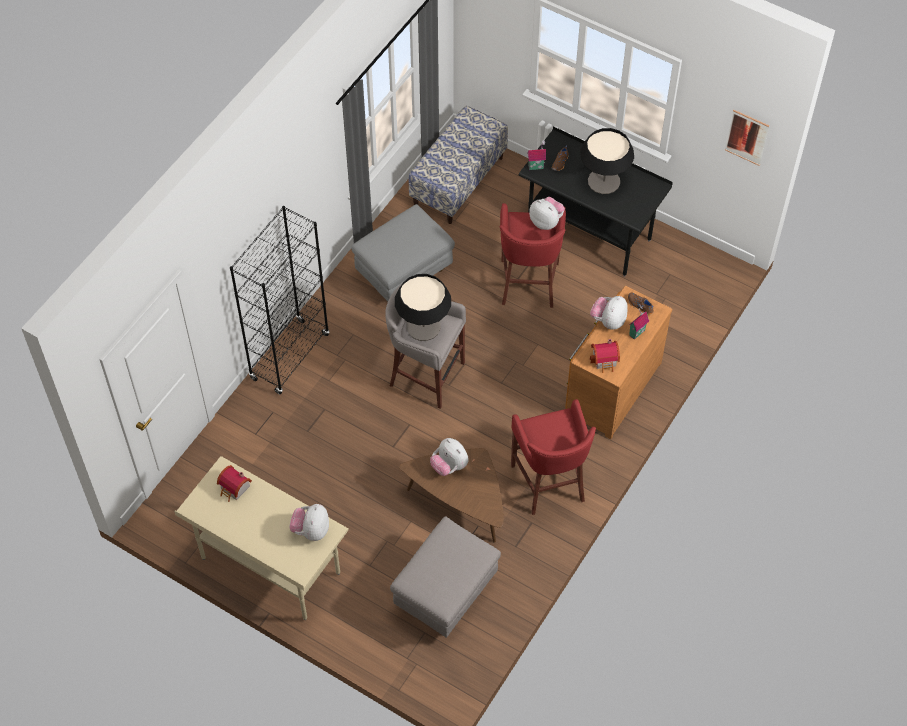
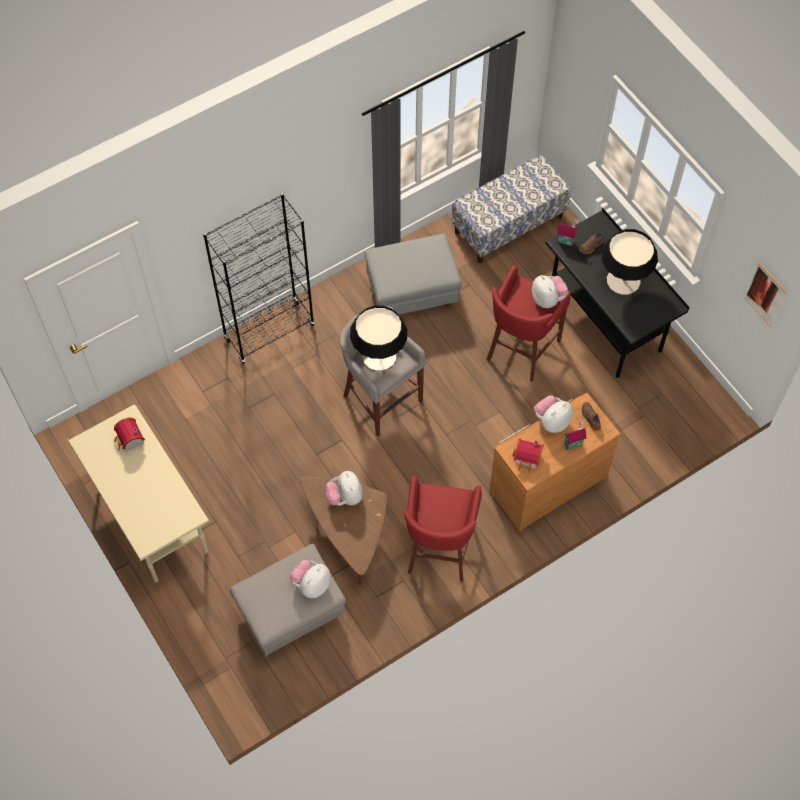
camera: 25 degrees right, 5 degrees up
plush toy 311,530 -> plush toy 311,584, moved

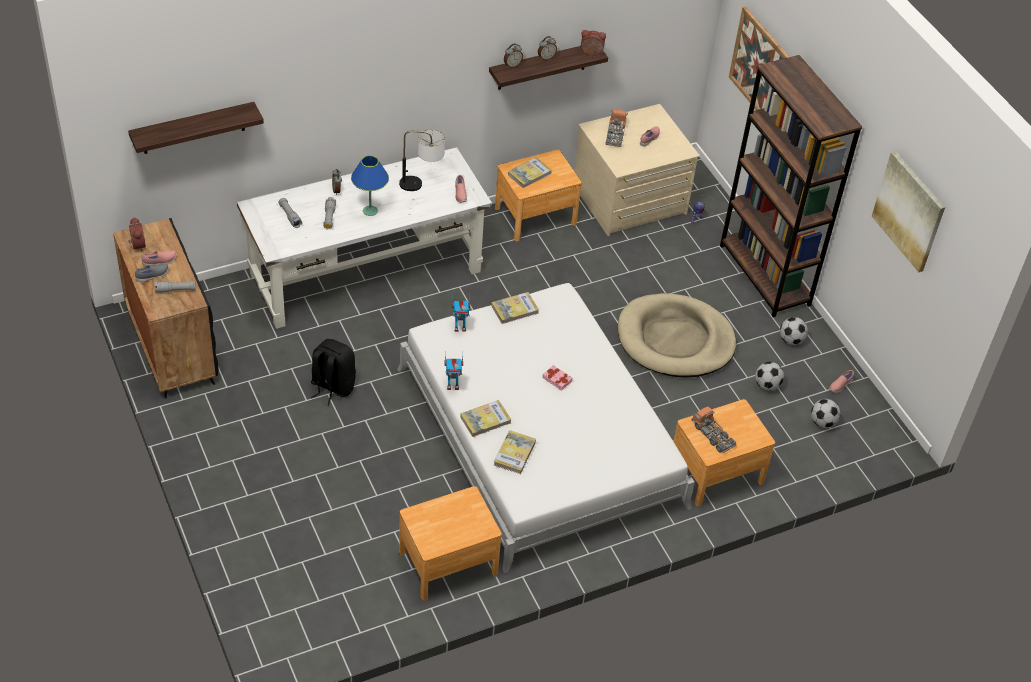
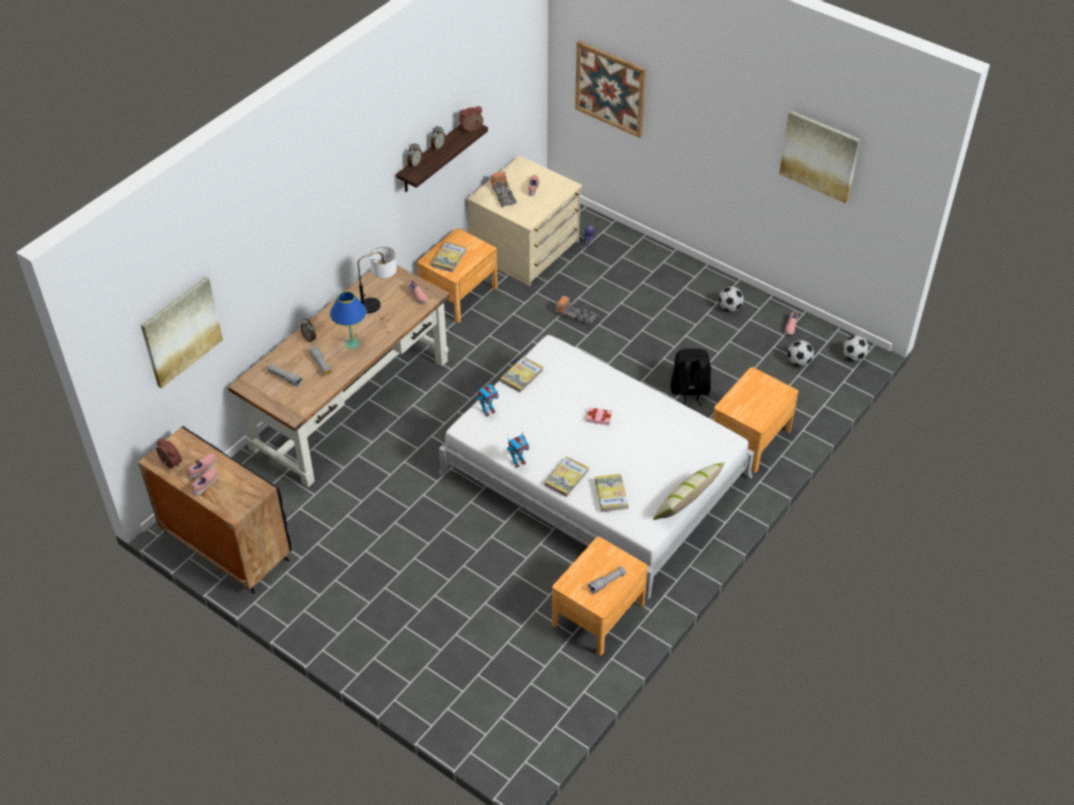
camera: 25 degrees left, 0 degrees up
brown bookcase 765,275 -> none
shelf 193,128 -> picture 181,331
white desk 366,272 -> brown desk 351,403
grey shoe 152,276 -> pink shoe 206,484
grey flashlight 175,290 -> grey flashlight 607,582, moved
beige dog bed 675,340 -> none
black backpack 332,387 -> black backpack 689,391, moved
football 767,385 -> football 853,357, moved
toy truck 712,435 -> toy truck 575,316, moved
none -> pillow 687,501

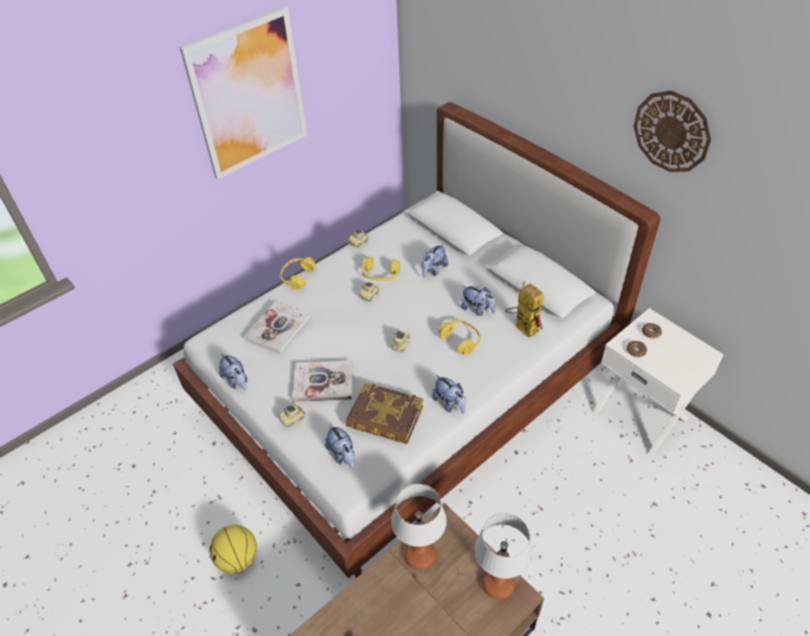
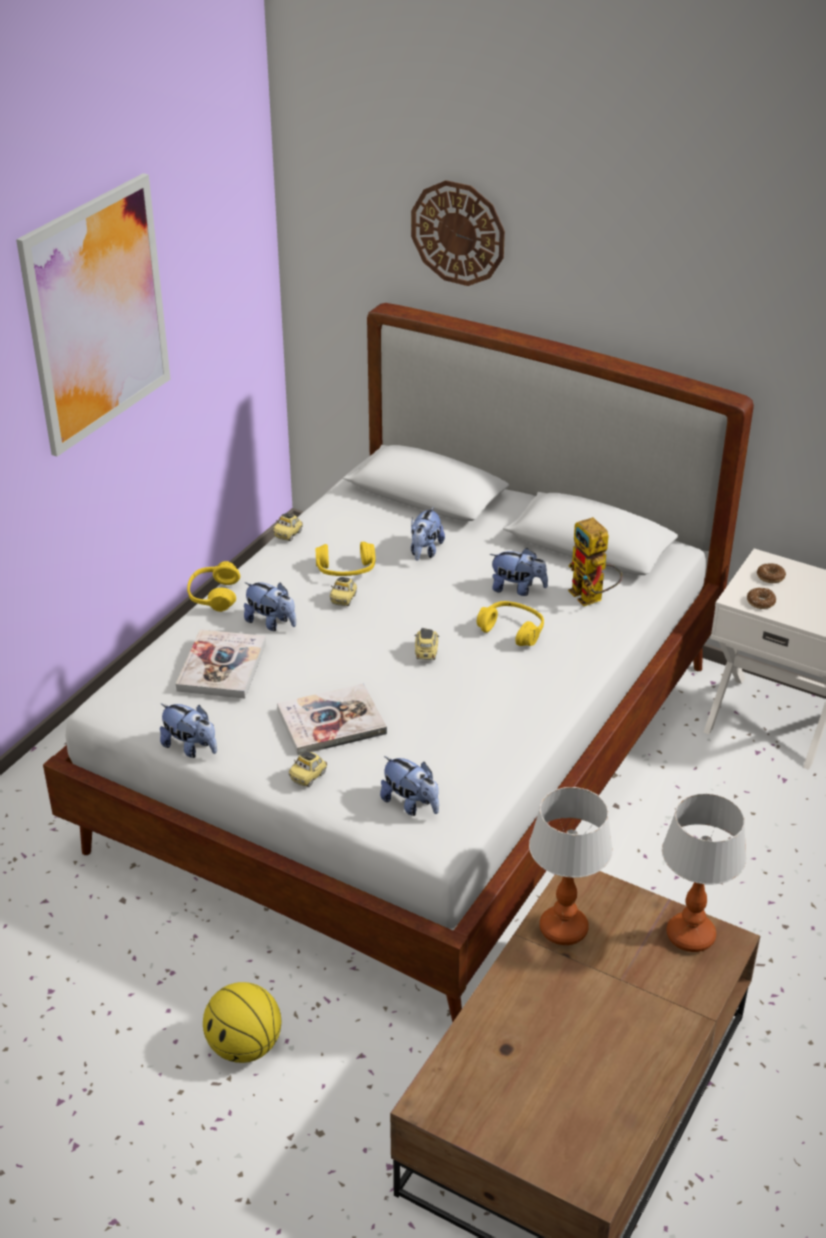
camera: 20 degrees left, 10 degrees down
wall clock 671,131 -> wall clock 458,233, moved
toy robot 521,327 -> toy robot 592,598, 150 degrees counterclockwise
plush toy 450,404 -> plush toy 271,623, moved
book 385,418 -> none

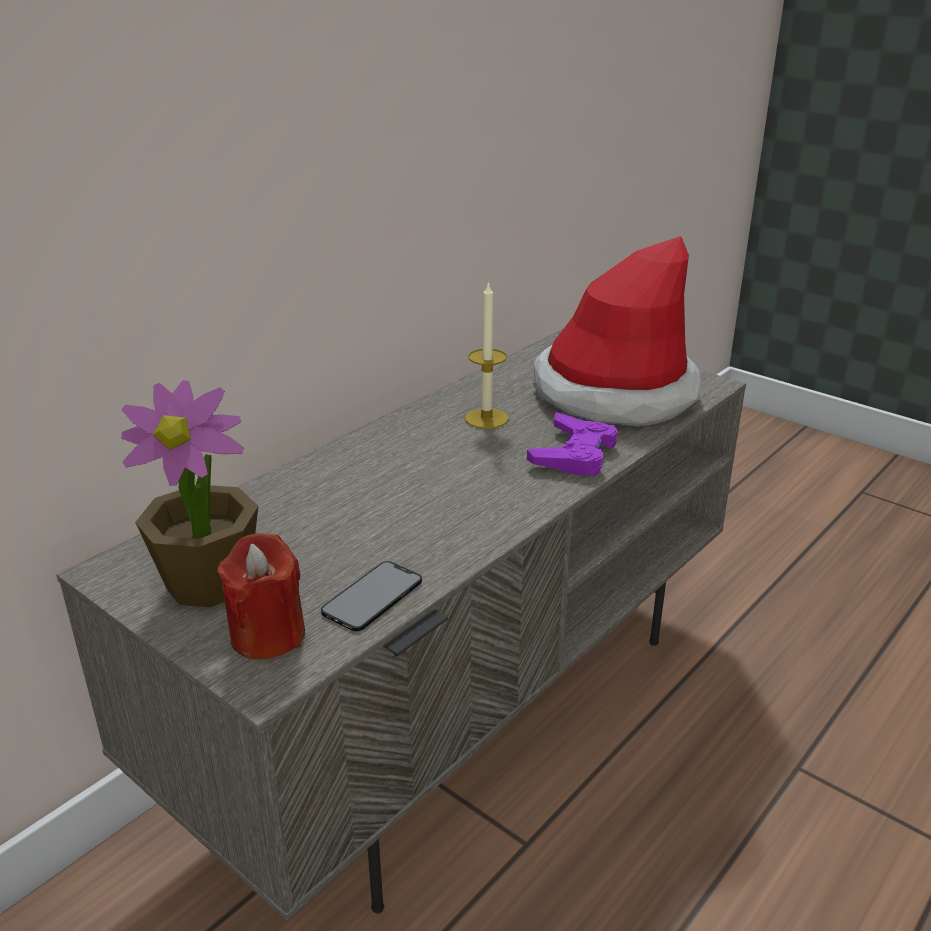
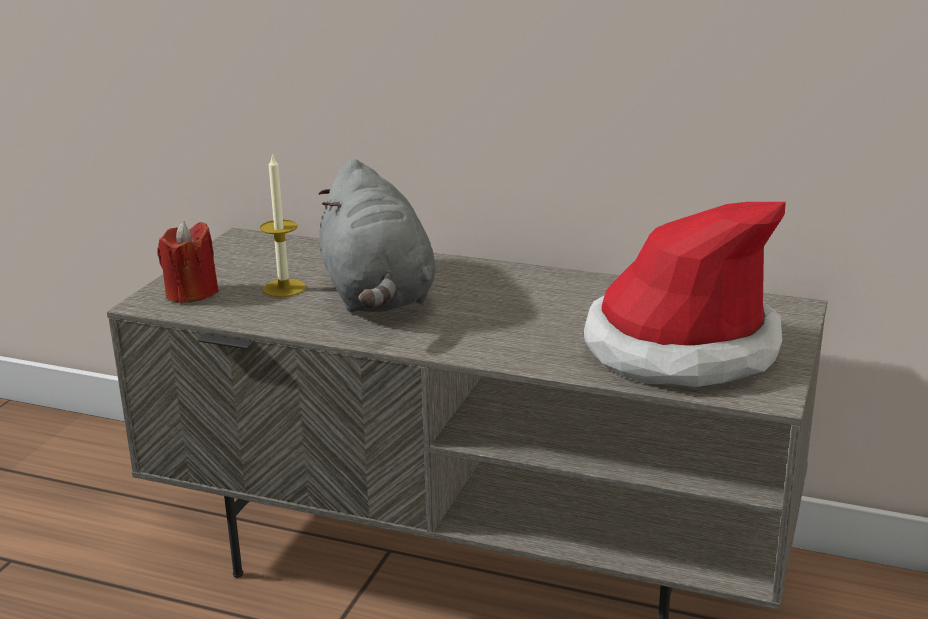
camera: 70 degrees right, 5 degrees down
candle 486,418 -> candle 284,288, moved
potted plant 209,582 -> none
purple game controller 574,453 -> none
phone 372,596 -> none
none -> grey plush toy 377,295

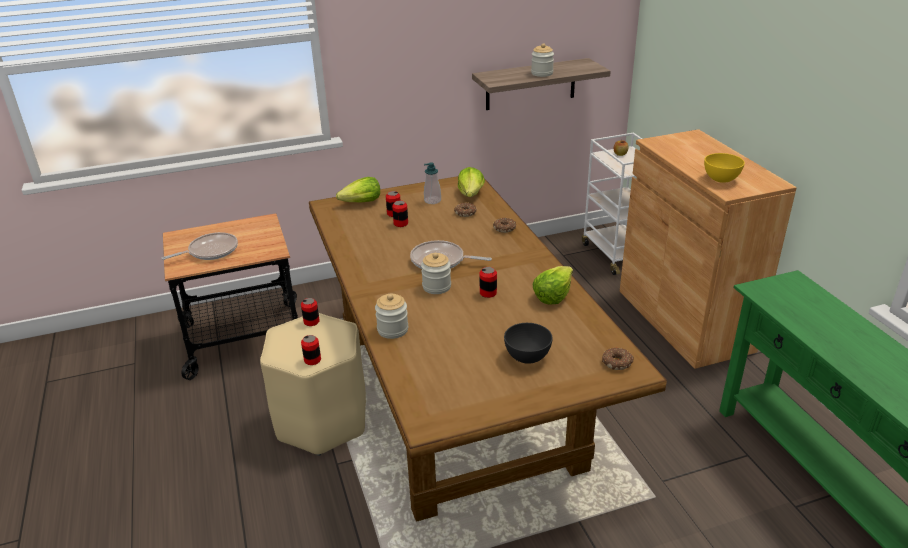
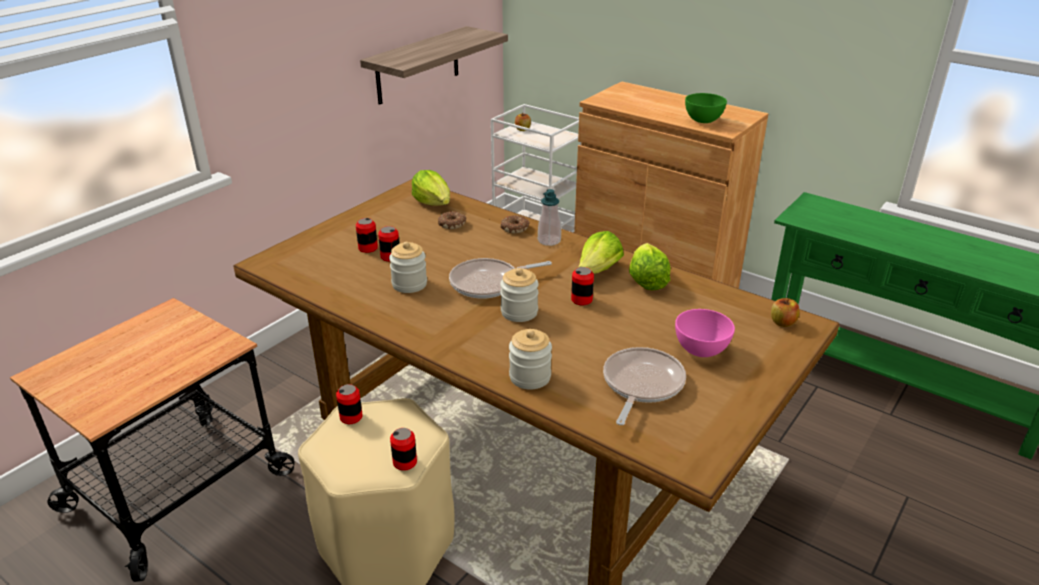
camera: 35 degrees left, 0 degrees up
jar 542,73 -> jar 409,284, moved
yellow bowl 721,179 -> green bowl 703,120
soap dispenser 432,200 -> soap dispenser 549,240, moved
lettuce 361,202 -> lettuce 598,270, moved
frying pan 210,251 -> frying pan 641,385, moved
grey bowl 527,356 -> pink bowl 701,349
donut 617,362 -> apple 782,322

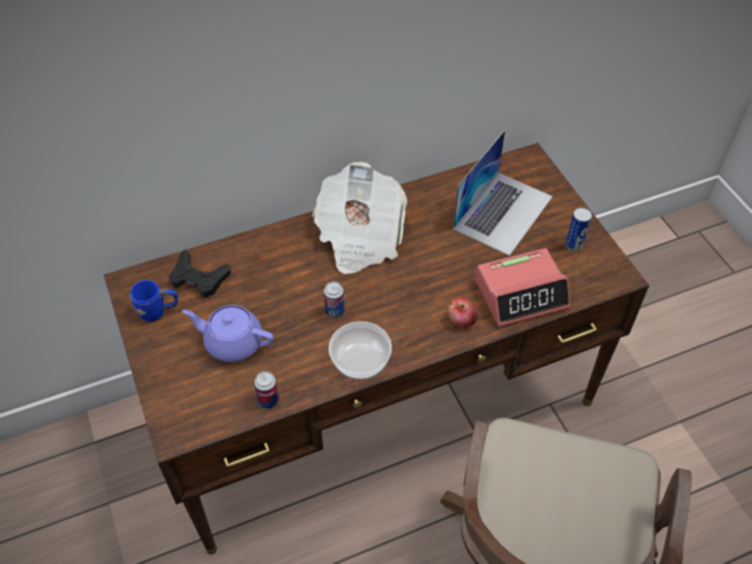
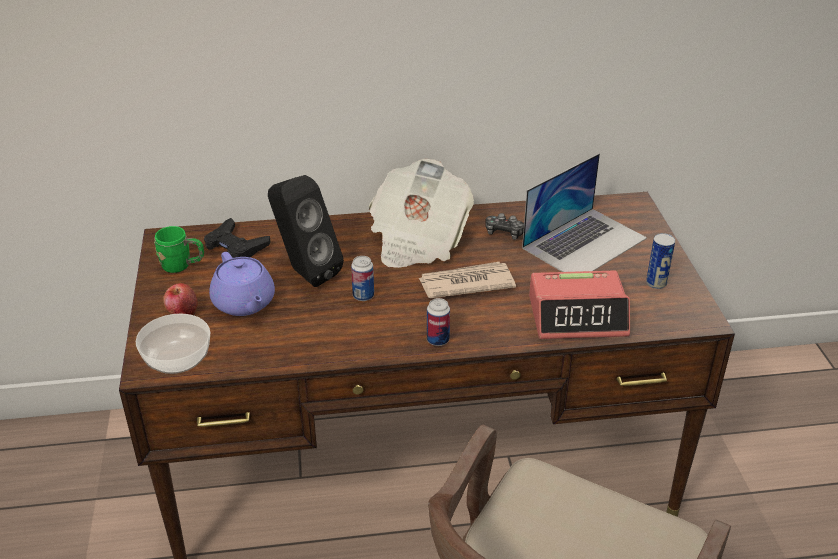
camera: 15 degrees right, 15 degrees down
blue mug 158,311 -> green mug 182,266
apple 461,320 -> apple 182,312, moved
purple teapot 232,342 -> purple teapot 244,303, 150 degrees counterclockwise
bowl 360,361 -> bowl 176,359, moved
can 268,400 -> can 438,340, moved
none -> black speaker 305,273
none -> game controller 505,233
none -> newspaper 465,283

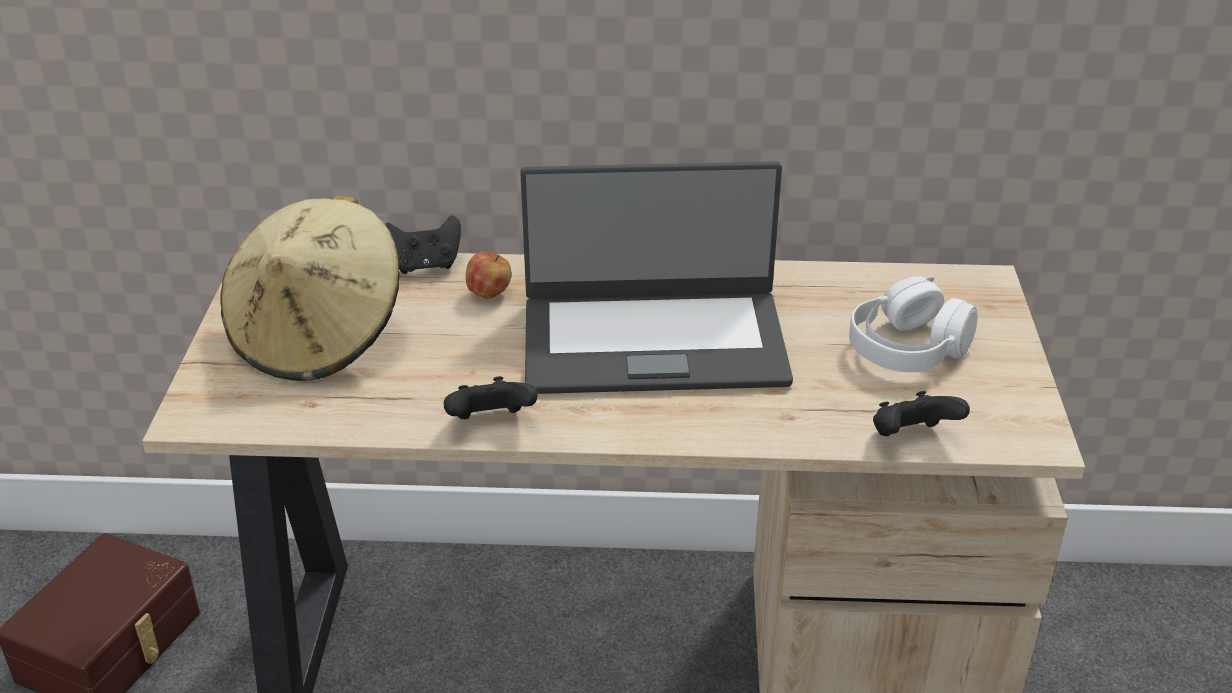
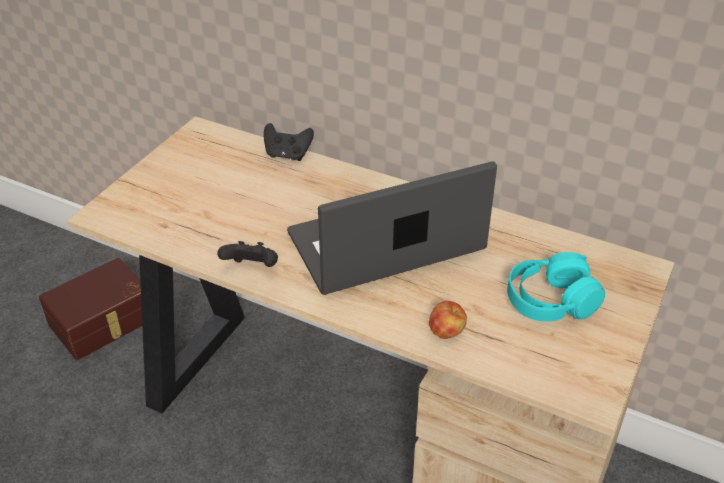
camera: 25 degrees right, 5 degrees up
laptop 653,341 -> laptop 386,244, 135 degrees clockwise
beige hat 318,336 -> none
apple 489,293 -> apple 446,332, moved
white headphones 908,348 -> turquoise headphones 550,301
black game controller 911,438 -> none

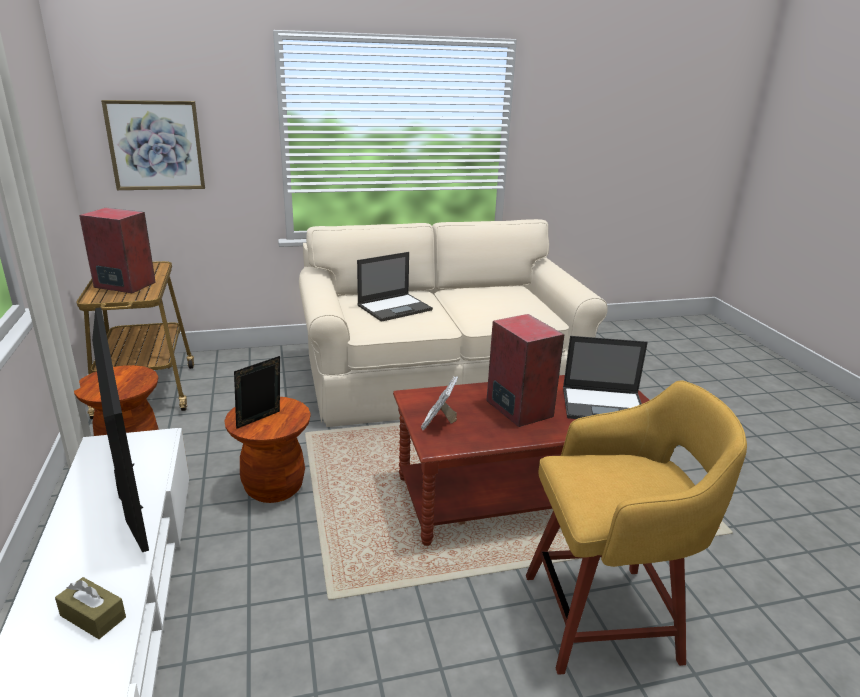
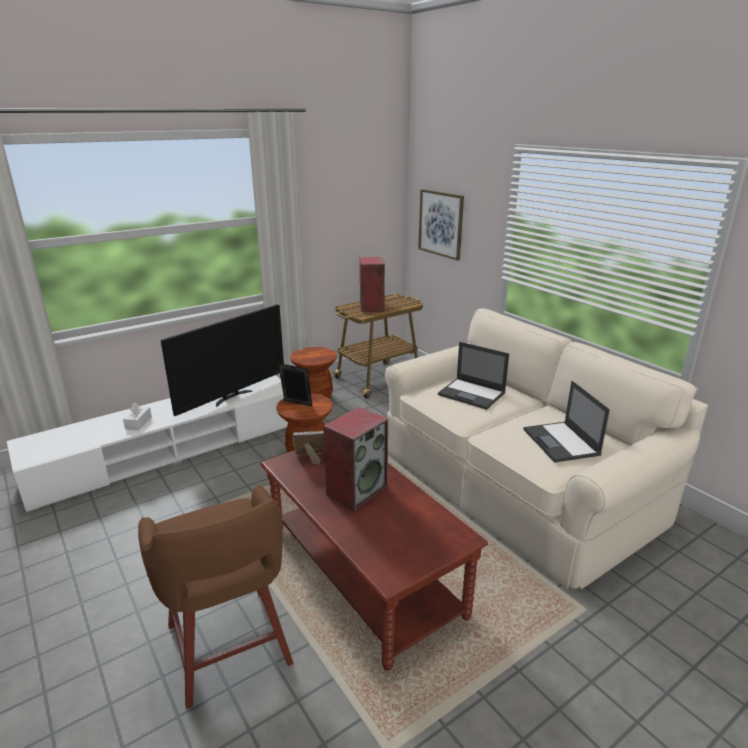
camera: 70 degrees right, 0 degrees up
laptop 604,406 -> laptop 561,442, moved
yellow stool 606,617 -> brown stool 229,648
brown tissue box 93,616 -> white tissue box 138,423

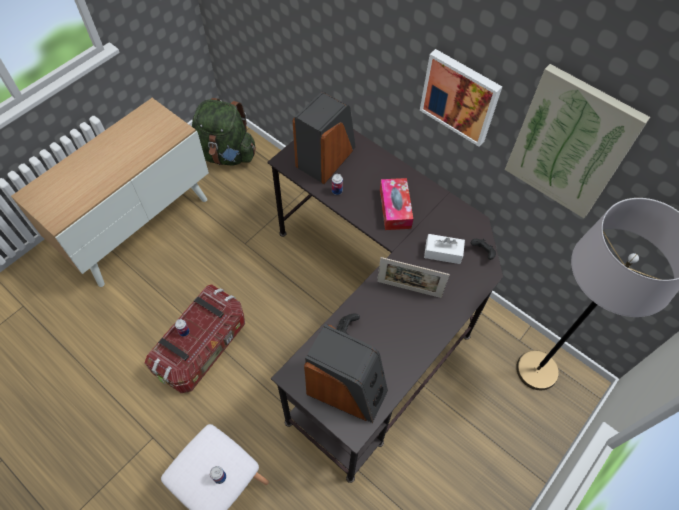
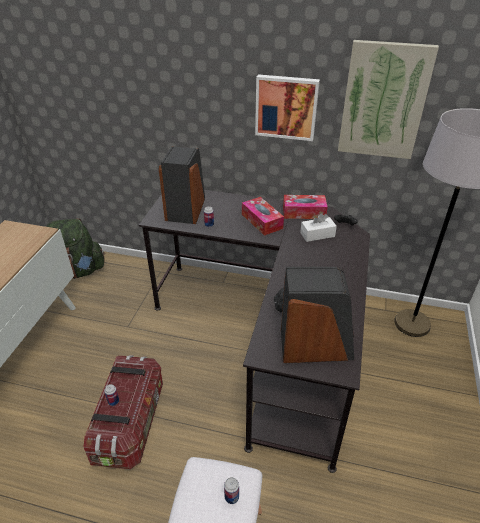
camera: 25 degrees left, 20 degrees down
picture frame 409,289 -> none
none -> tissue box 304,212

